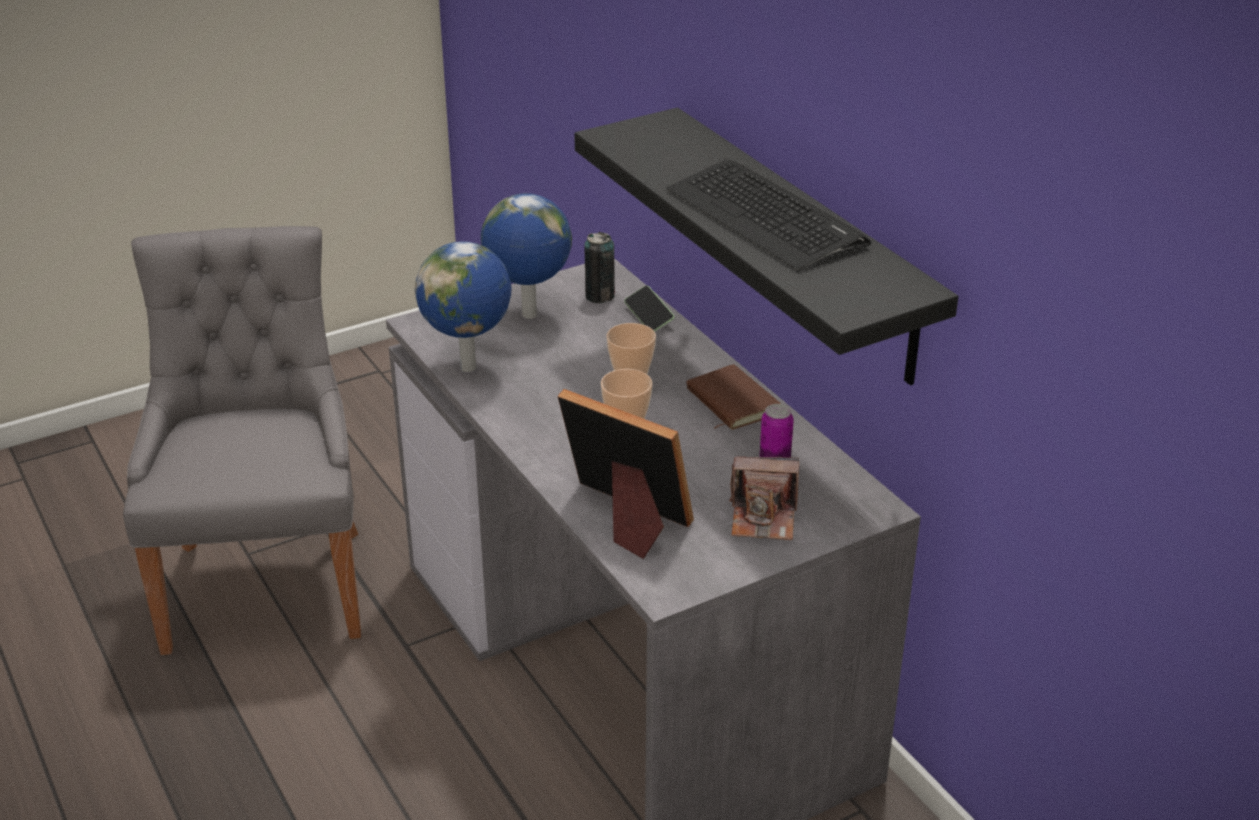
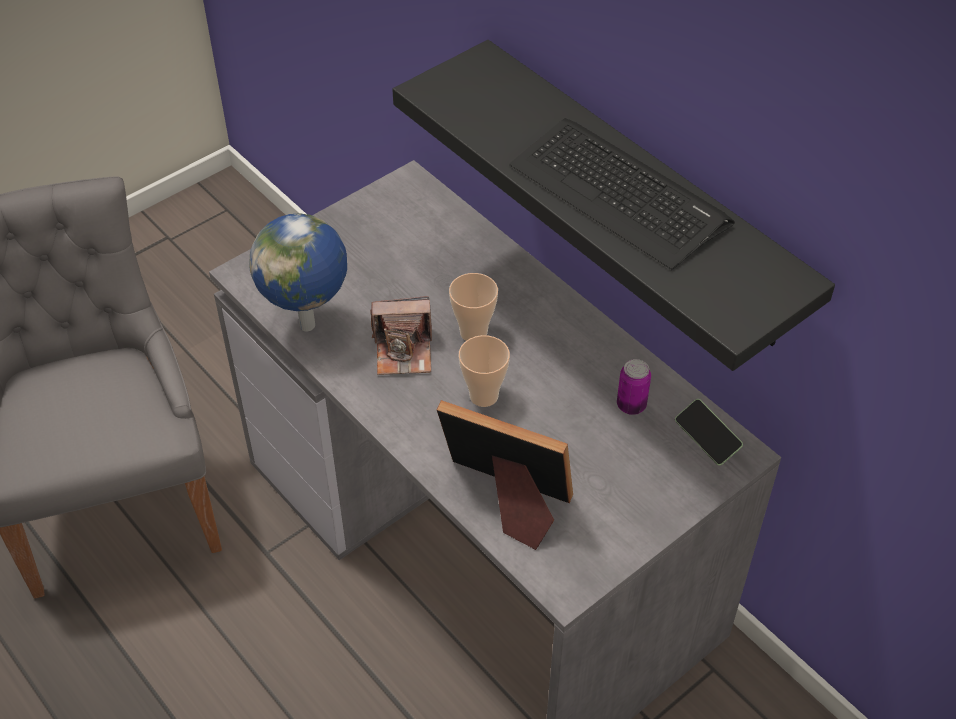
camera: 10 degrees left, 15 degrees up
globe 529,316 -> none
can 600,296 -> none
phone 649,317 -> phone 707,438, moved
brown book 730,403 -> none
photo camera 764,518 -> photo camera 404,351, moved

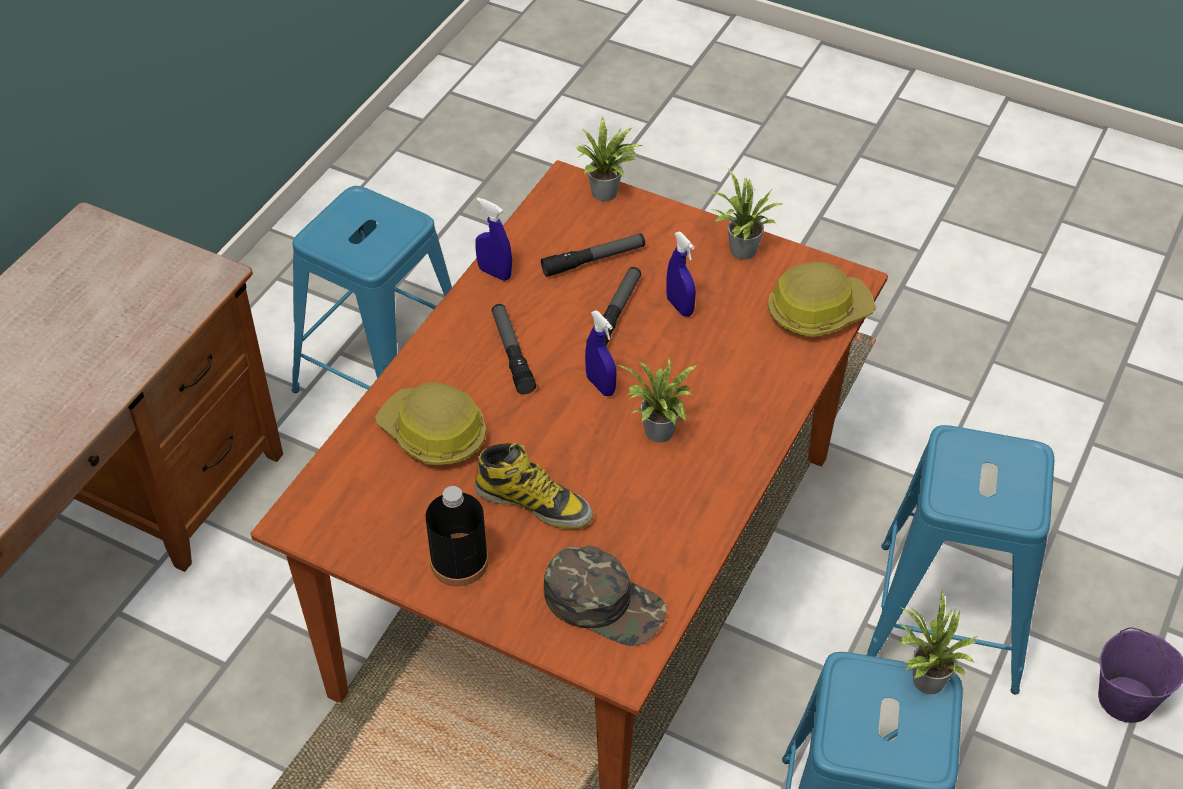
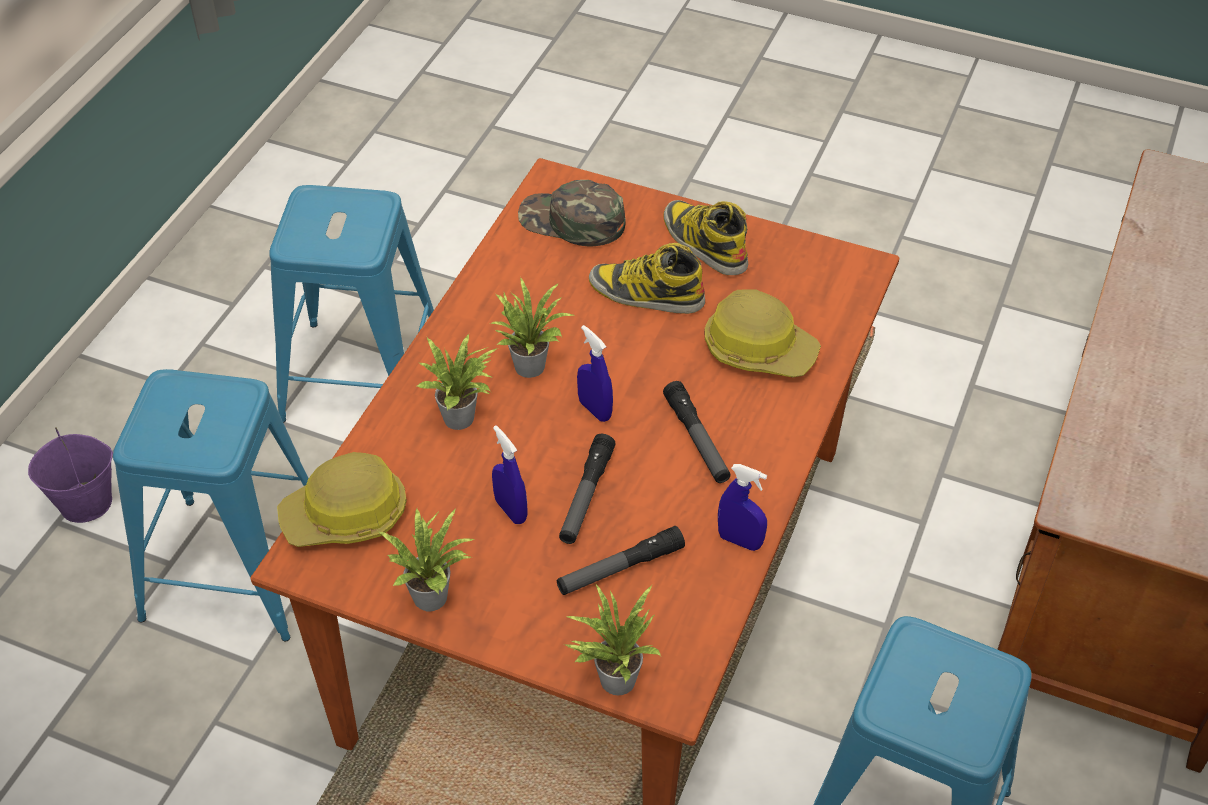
camera: 175 degrees right, 0 degrees up
black bottle 459,562 -> boot 703,243
potted plant 924,680 -> potted plant 463,417, moved

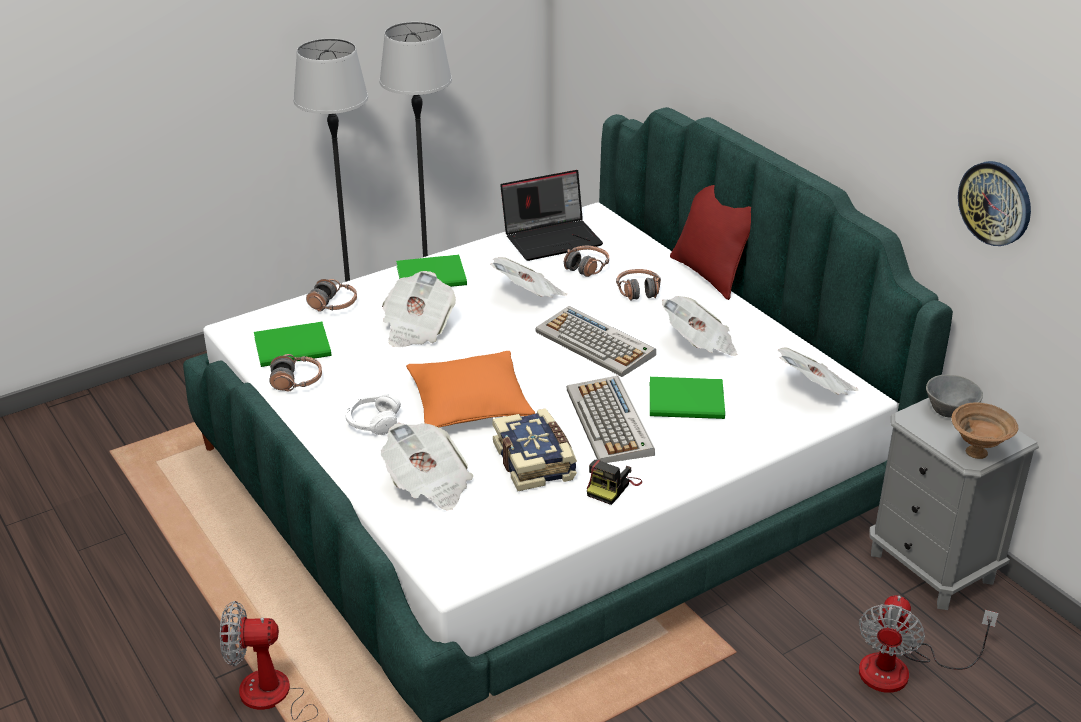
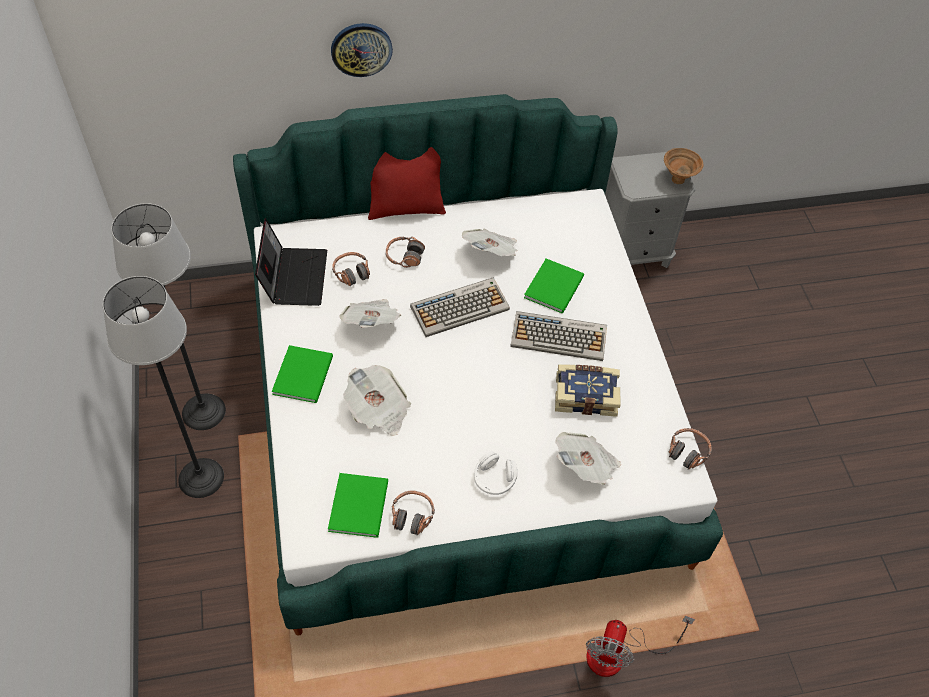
camera: 70 degrees left, 20 degrees up
wall clock 995,203 -> wall clock 361,49, moved
headphones 333,305 -> headphones 687,452, moved
newspaper 815,390 -> none
orange pillow 469,403 -> none
grey bowl 950,412 -> none
photo camera 612,487 -> none
fan 901,669 -> none

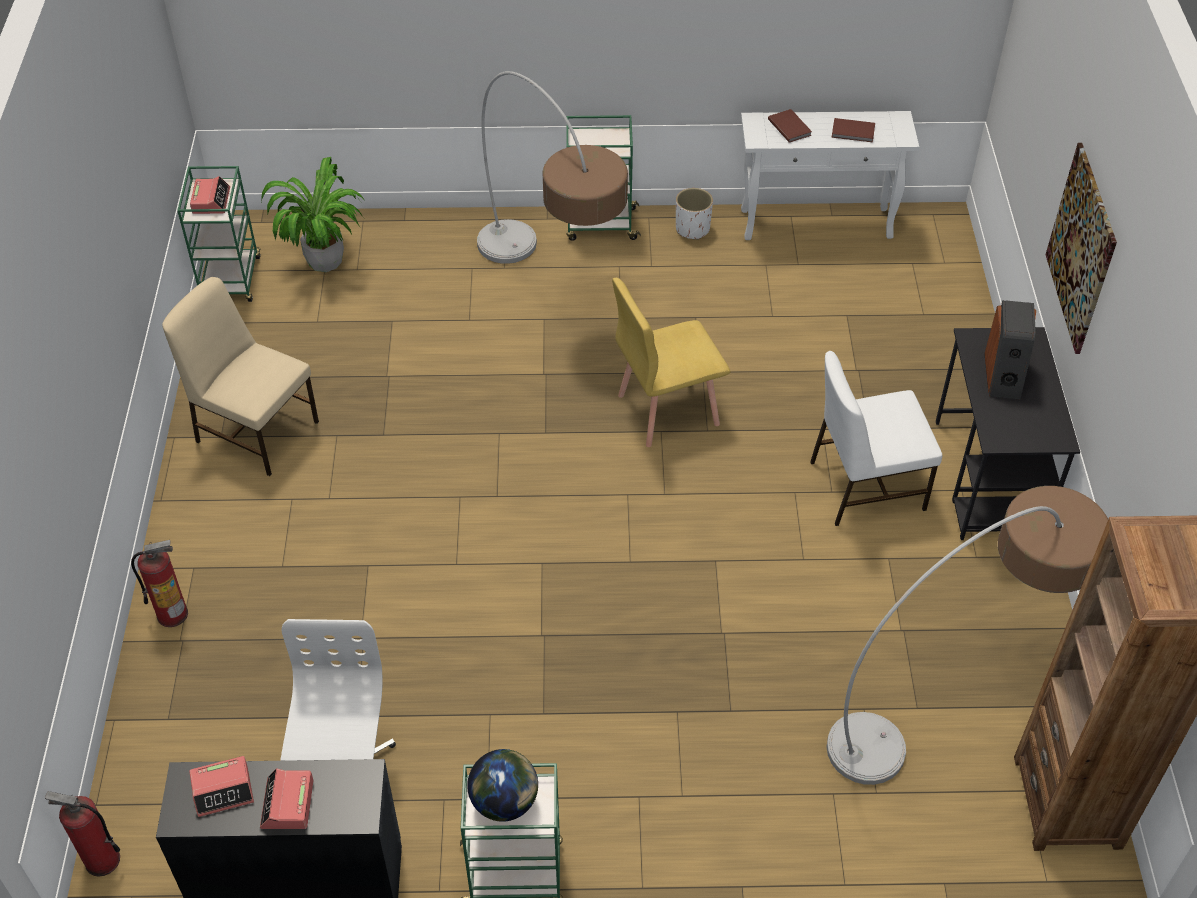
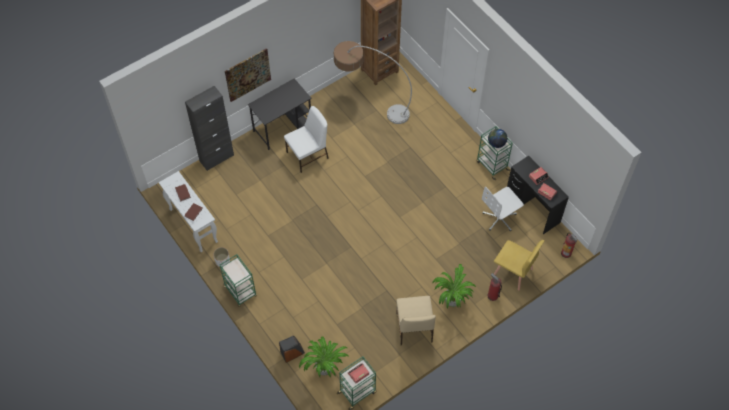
camera: 125 degrees left, 10 degrees up
floor lamp 552,290 -> none
yellow chair 667,409 -> yellow chair 513,272, moved
speaker 1004,375 -> speaker 292,353, moved
white chair 864,485 -> white chair 308,155, 75 degrees counterclockwise
none -> black cabinet 216,158
none -> potted plant 452,301

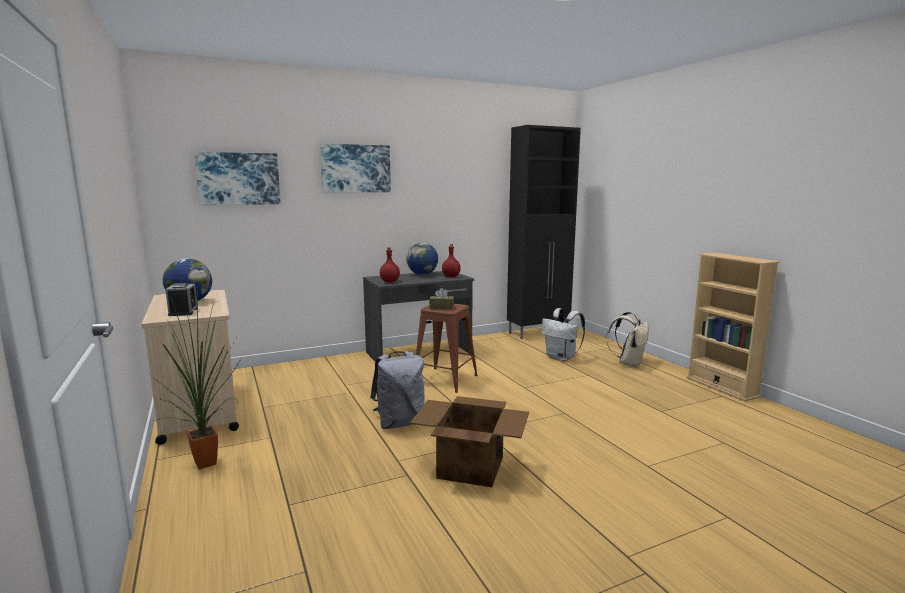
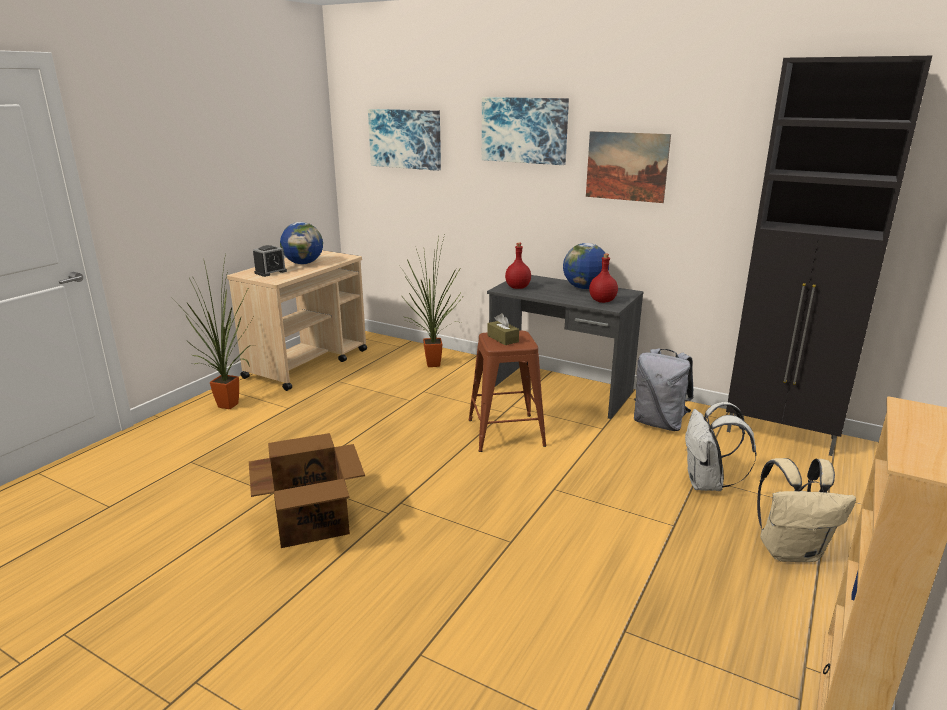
camera: 55 degrees right, 10 degrees up
grey backpack 400,423 -> grey backpack 659,423, moved
none -> picture 626,166
none -> potted plant 433,366

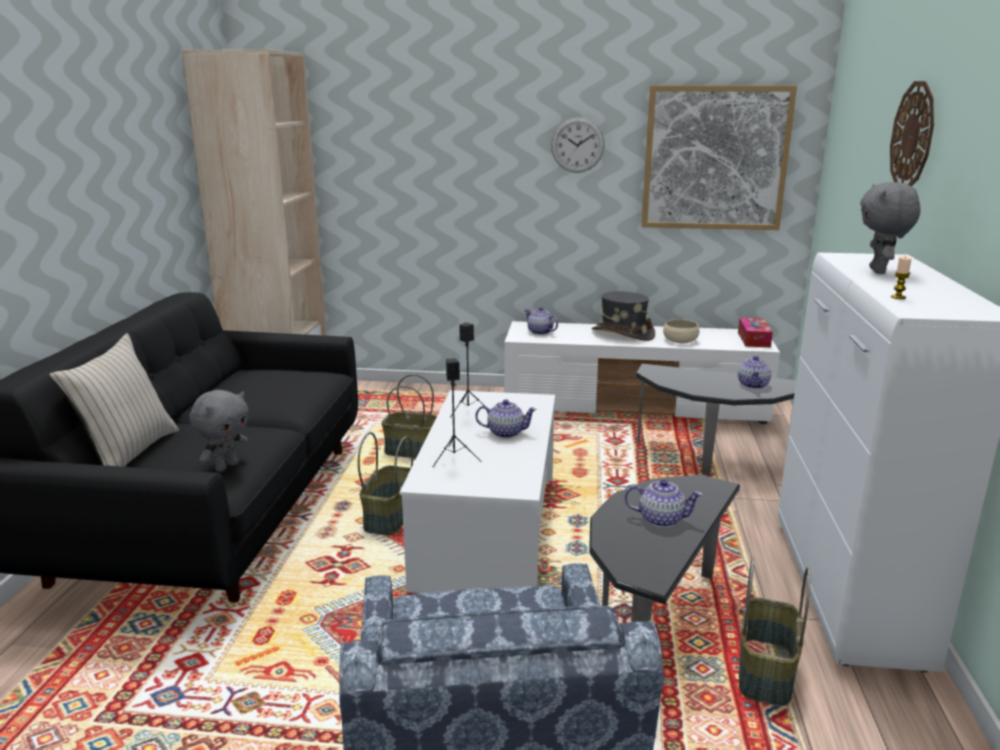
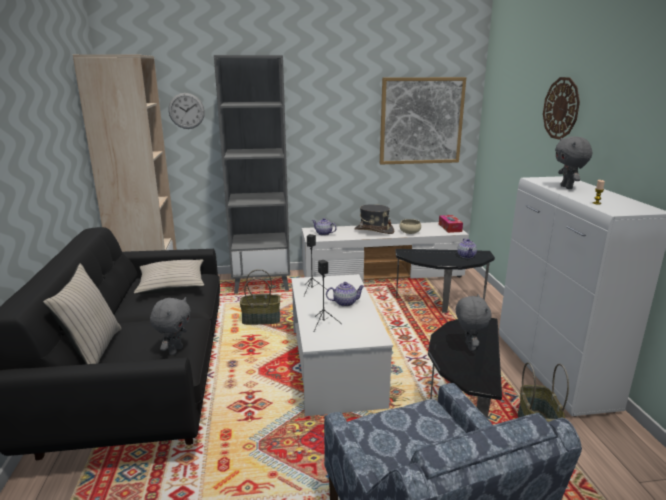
camera: 15 degrees left, 0 degrees up
wall clock 577,145 -> wall clock 186,111, moved
basket 389,517 -> none
teapot 660,519 -> grey plush toy 468,346
none -> grey bookcase 262,283
none -> beige pillow 172,284

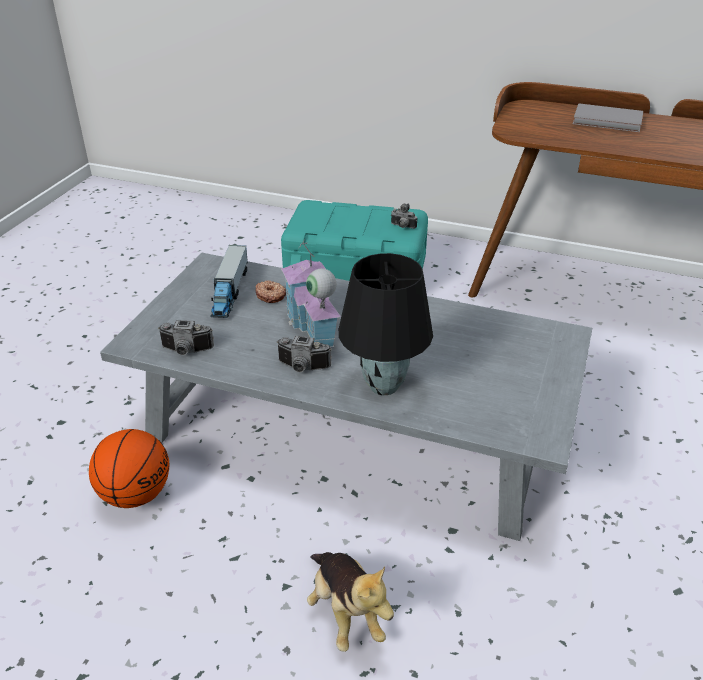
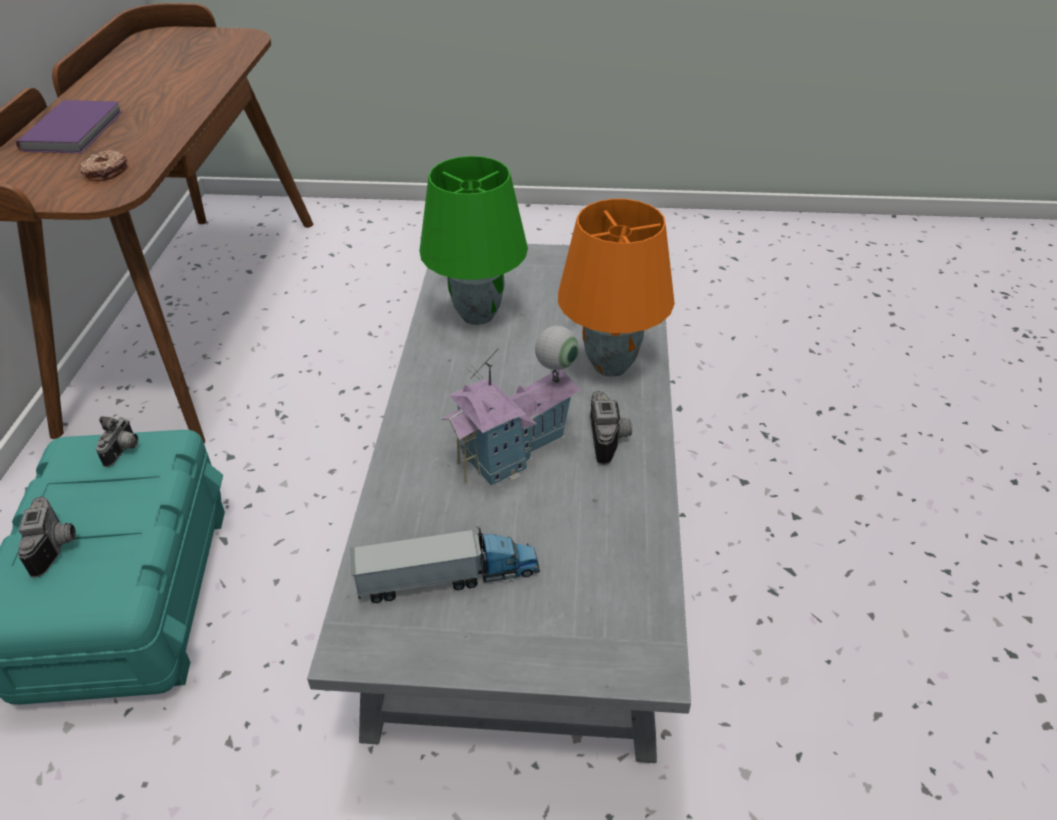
camera: 105 degrees left, 5 degrees up
grey book 608,121 -> purple book 76,130
black table lamp 382,386 -> orange table lamp 611,366
donut 271,295 -> donut 105,172, moved
photo camera 186,351 -> photo camera 57,545, moved
basketball 136,493 -> none
plush toy 345,612 -> none
none -> green table lamp 476,314

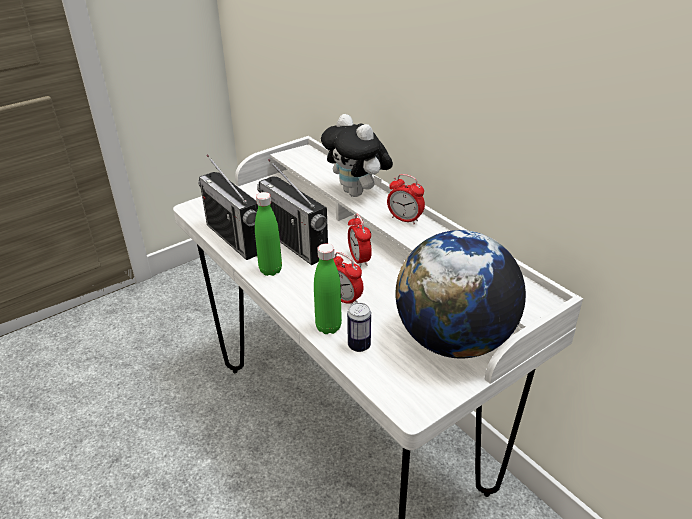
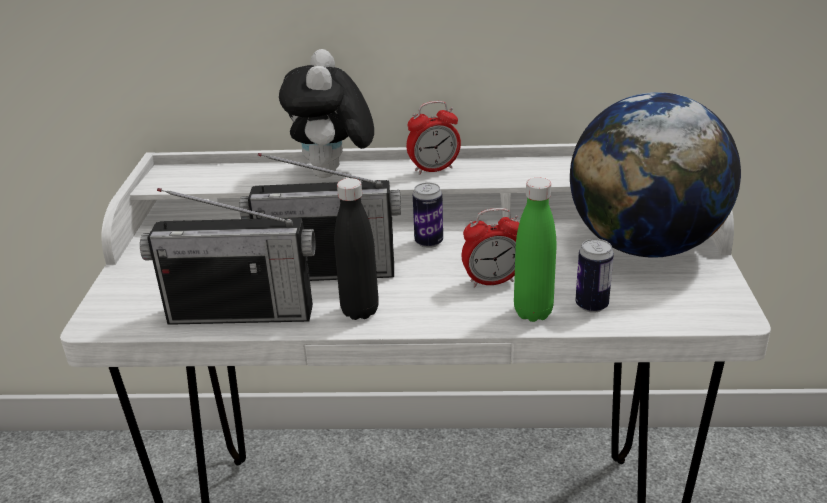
camera: 50 degrees left, 5 degrees down
plush toy 357,193 -> plush toy 332,174, 90 degrees clockwise
green bottle 270,270 -> black bottle 360,311
alarm clock 359,259 -> can 429,242

